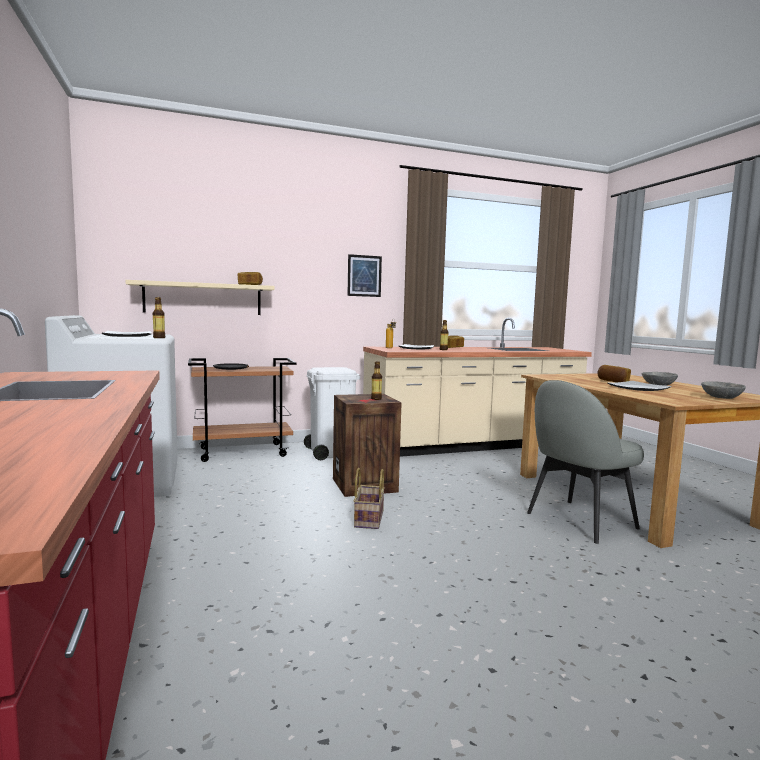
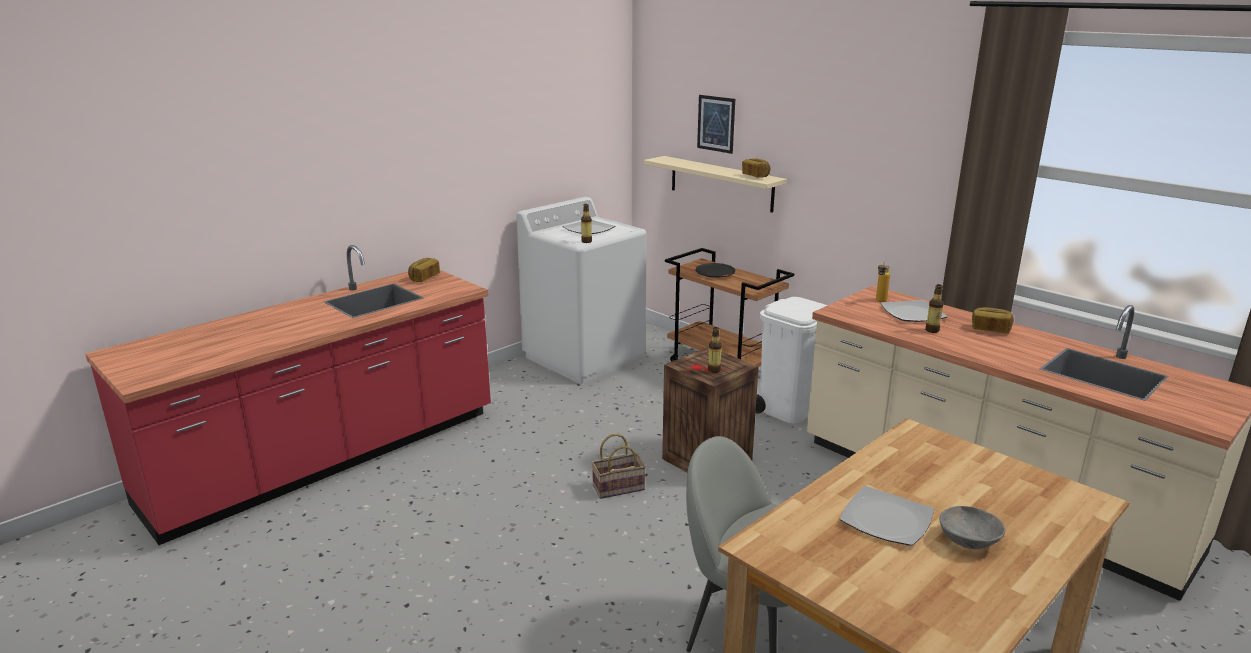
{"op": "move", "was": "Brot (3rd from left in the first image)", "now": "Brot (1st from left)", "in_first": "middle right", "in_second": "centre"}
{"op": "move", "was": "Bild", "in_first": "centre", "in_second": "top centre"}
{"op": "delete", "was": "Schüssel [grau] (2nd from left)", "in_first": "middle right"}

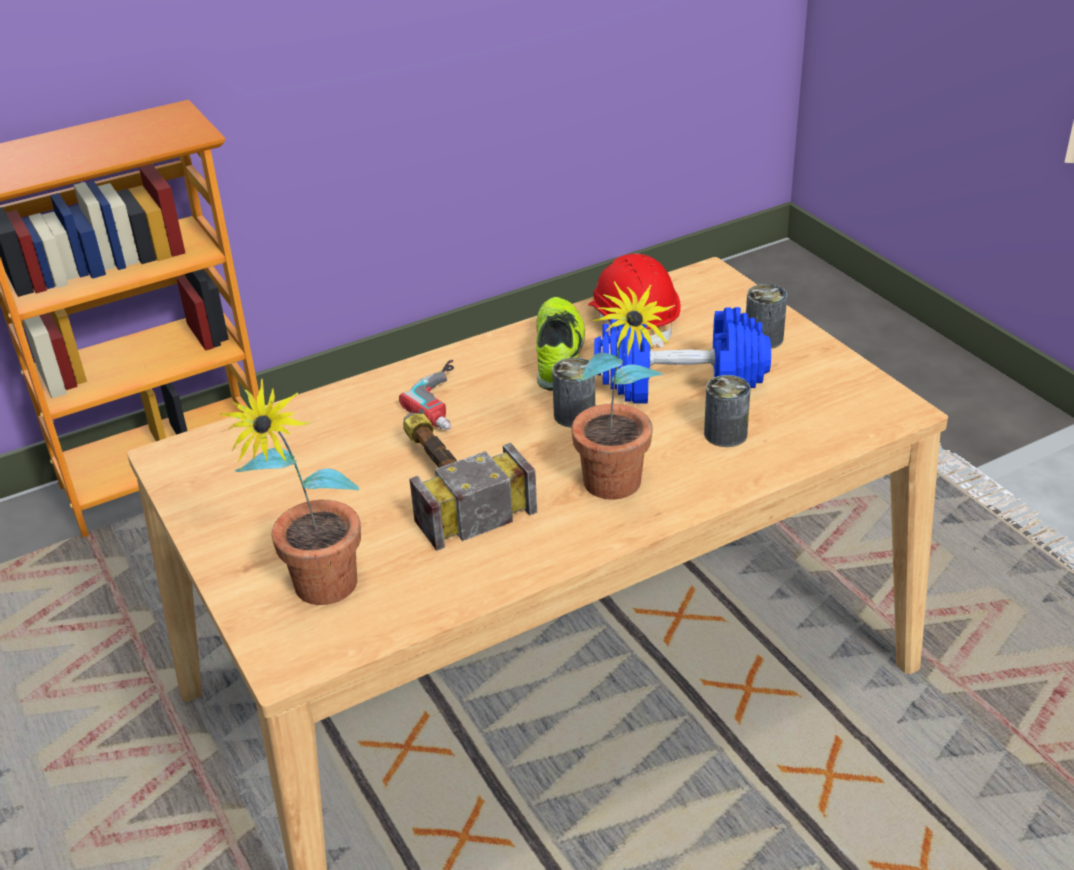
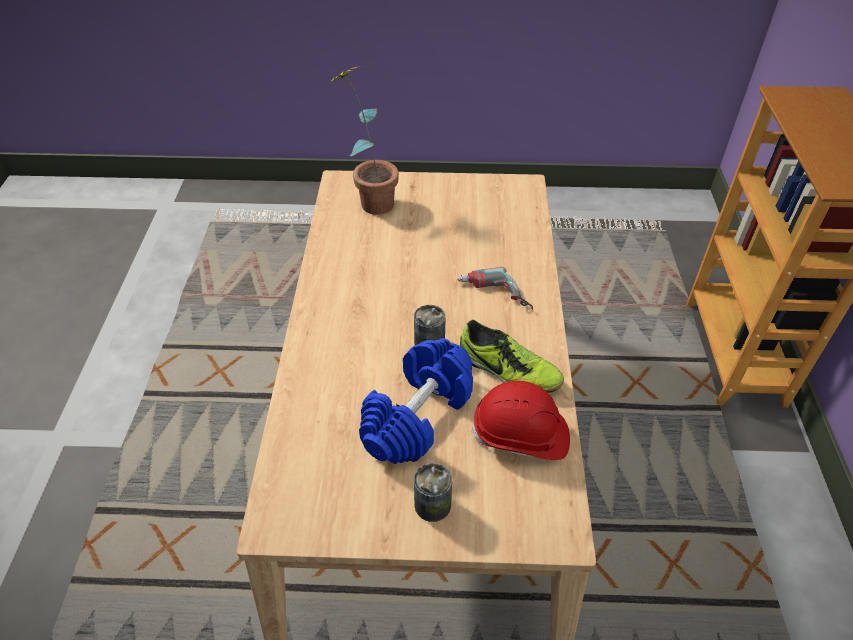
{"op": "delete", "was": "Hammer", "in_first": "centre"}
{"op": "delete", "was": "Topfpflanze (2nd from left)", "in_first": "centre"}
{"op": "delete", "was": "Dose (2nd from left)", "in_first": "middle right"}

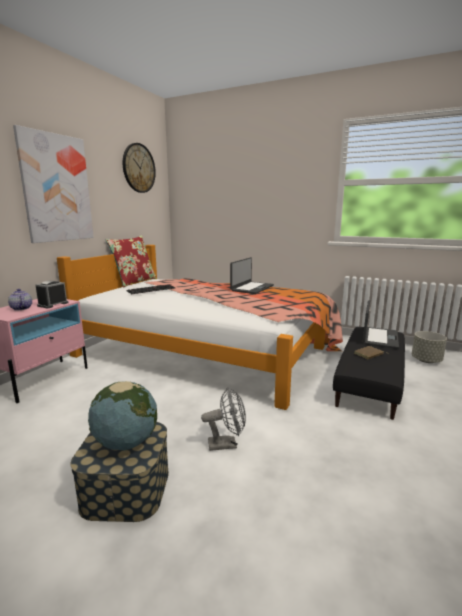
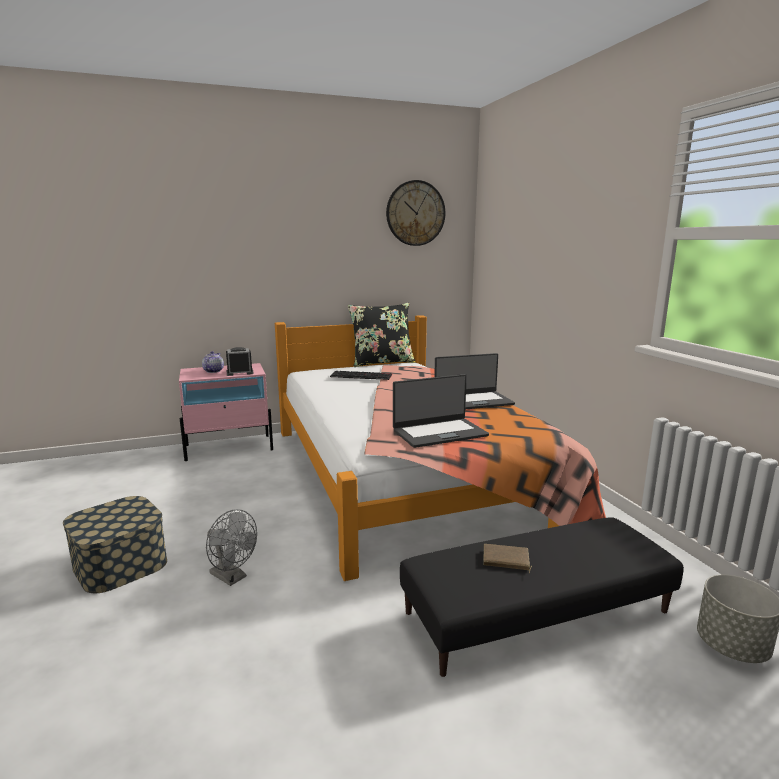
{"op": "recolor", "was": "Kissen [rot]", "now": "Kissen [schwarz]", "in_first": "middle left", "in_second": "centre"}
{"op": "move", "was": "Laptop (2nd from left in the first image)", "now": "Laptop (1st from left)", "in_first": "middle right", "in_second": "centre"}
{"op": "delete", "was": "Bild", "in_first": "top left"}
{"op": "delete", "was": "Globus", "in_first": "bottom left"}

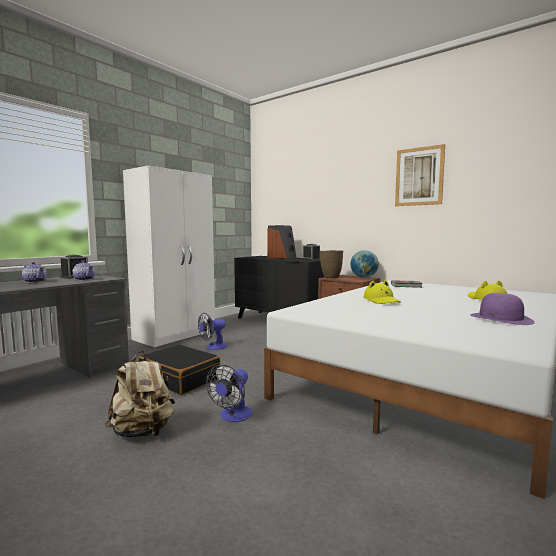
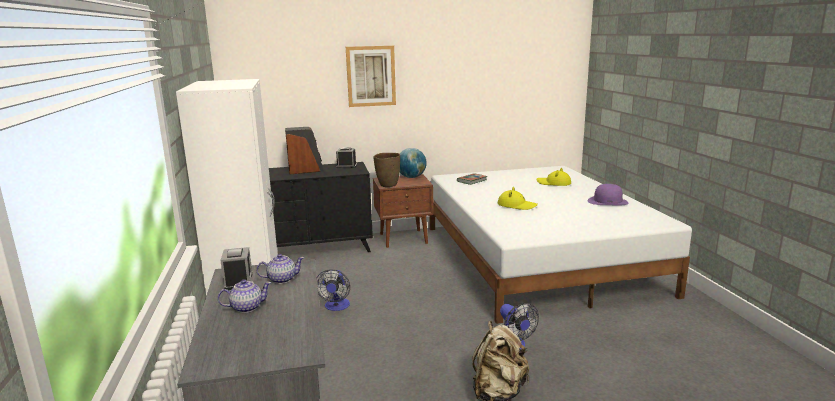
{"op": "move", "was": "Bild", "in_first": "top right", "in_second": "top centre"}
{"op": "delete", "was": "Koffer [schwarz]", "in_first": "middle left"}

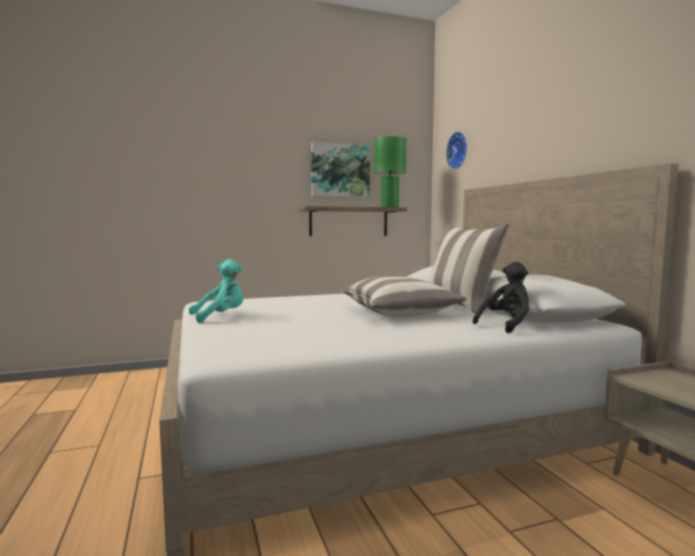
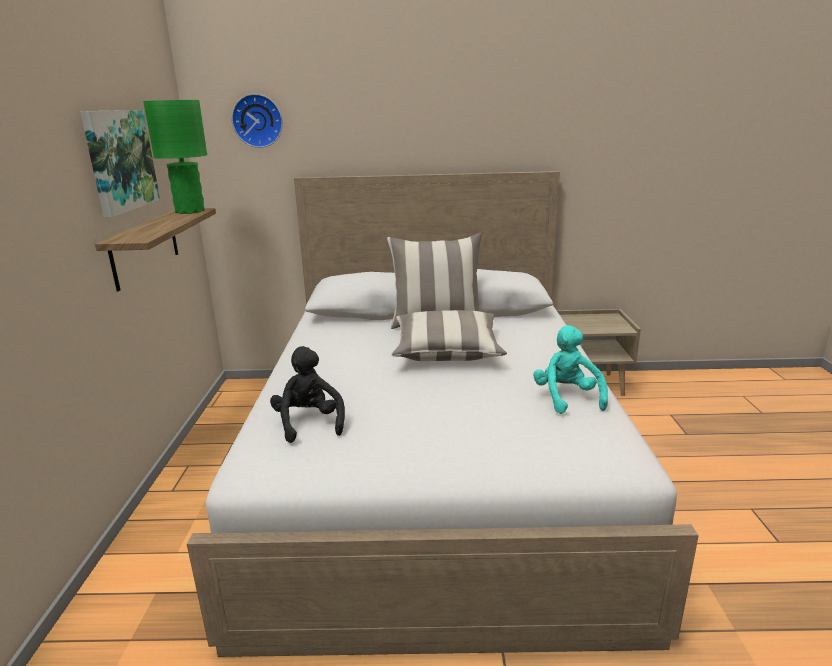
{"op": "move", "was": "Plüschtier [schwarz]", "in_first": "middle right", "in_second": "centre"}
{"op": "move", "was": "Plüschtier [türkis]", "in_first": "middle left", "in_second": "middle right"}

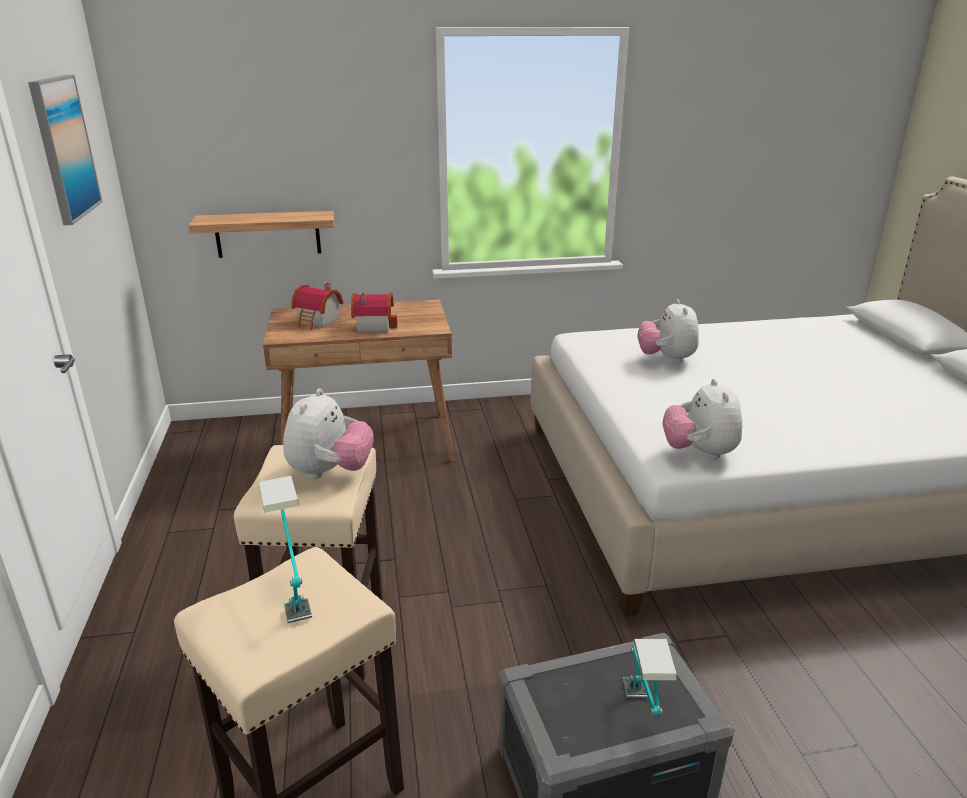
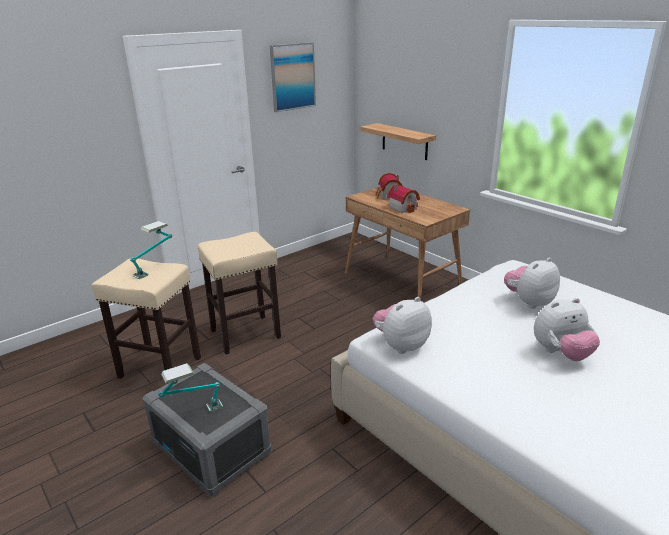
{"op": "move", "was": "Plüschtier (1st from left in the first image)", "now": "Plüschtier (3rd from left)", "in_first": "centre", "in_second": "middle right"}

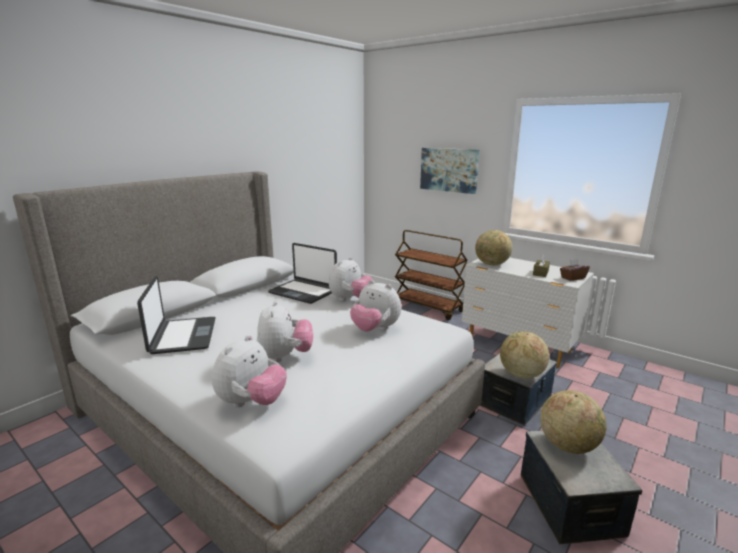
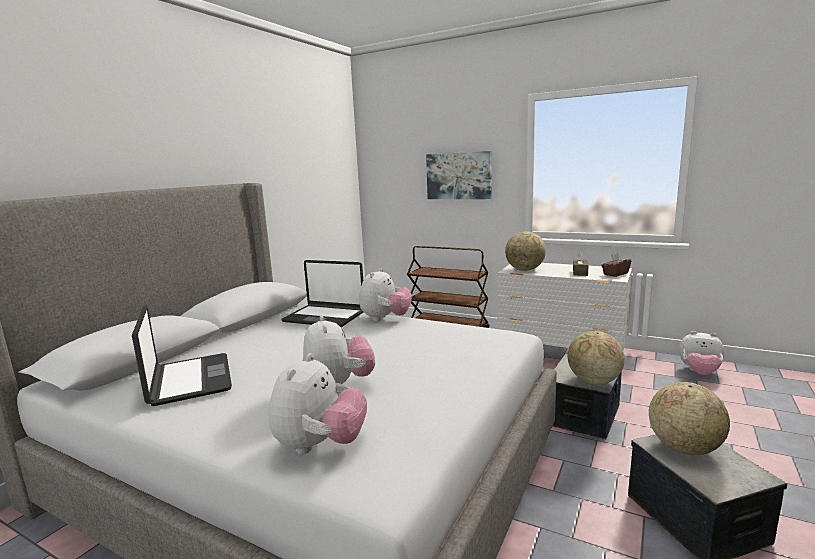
{"op": "move", "was": "Plüschtier (4th from left)", "in_first": "centre", "in_second": "middle right"}

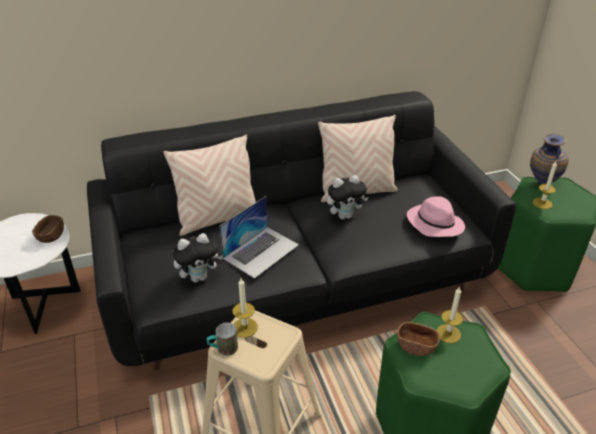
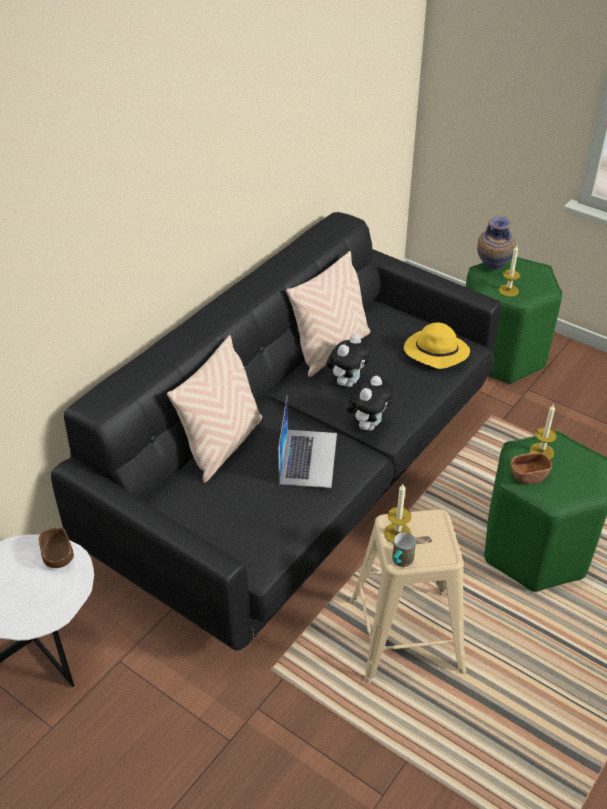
{"op": "move", "was": "Plüschtier (1st from left in the first image)", "now": "Plüschtier (2nd from left)", "in_first": "middle left", "in_second": "centre"}
{"op": "recolor", "was": "Hut [rosa]", "now": "Hut [gelb]", "in_first": "middle right", "in_second": "middle right"}

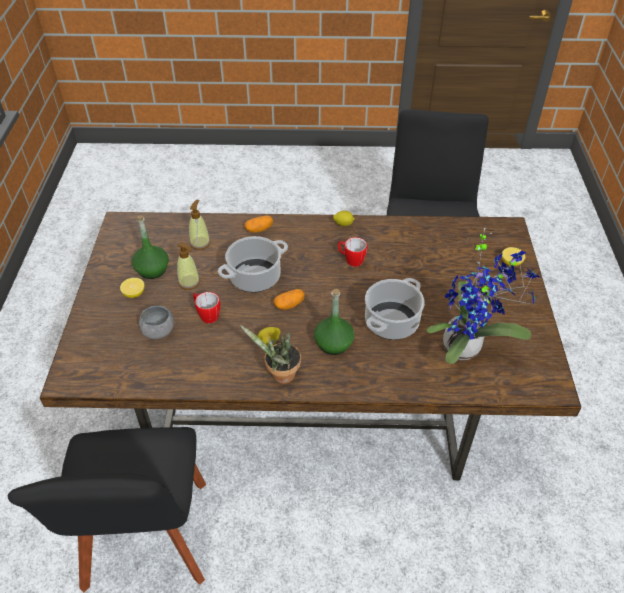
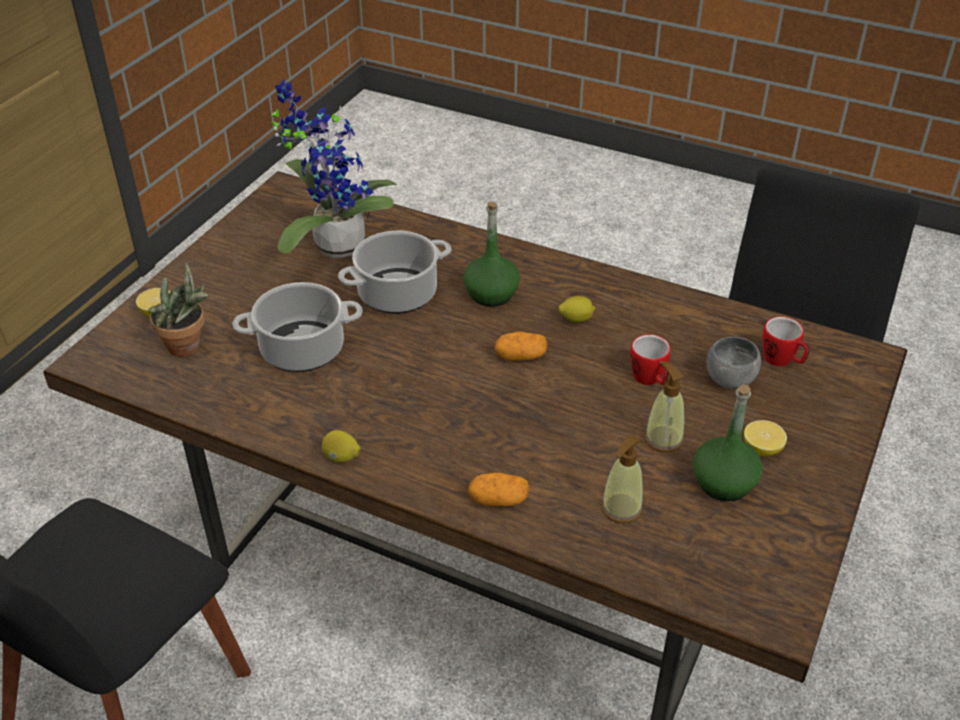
{"op": "move", "was": "Topfpflanze (1st from left)", "in_first": "centre", "in_second": "middle left"}
{"op": "move", "was": "Kochtopf (1st from left)", "in_first": "centre", "in_second": "middle left"}
{"op": "move", "was": "Henkelbecher (2nd from left)", "in_first": "centre", "in_second": "middle right"}

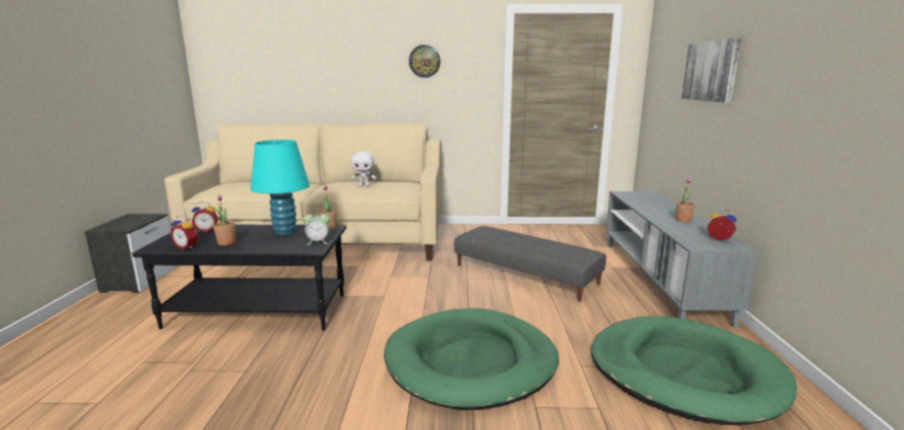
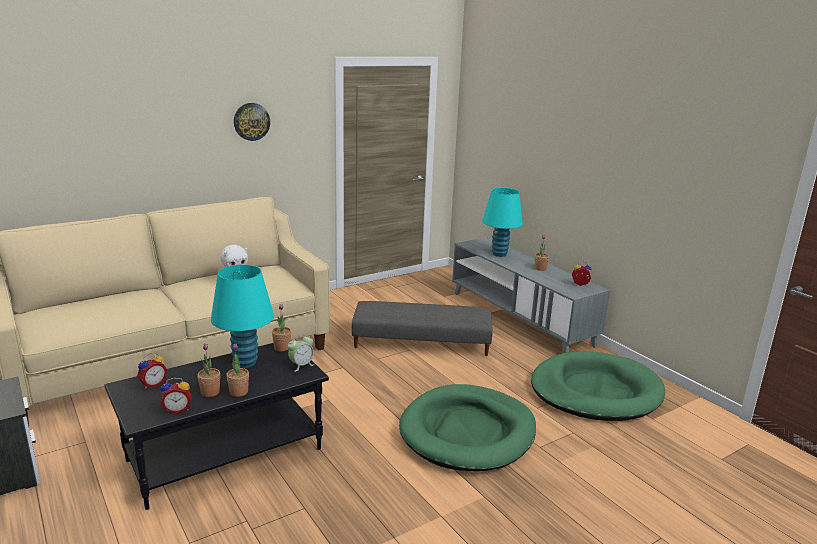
{"op": "insert", "now": "Topfpflanze (2nd from left)", "in_second": "bottom left"}
{"op": "insert", "now": "Tischlampe [türkis] (2nd from left)", "in_second": "centre"}
{"op": "delete", "was": "Bild", "in_first": "top right"}

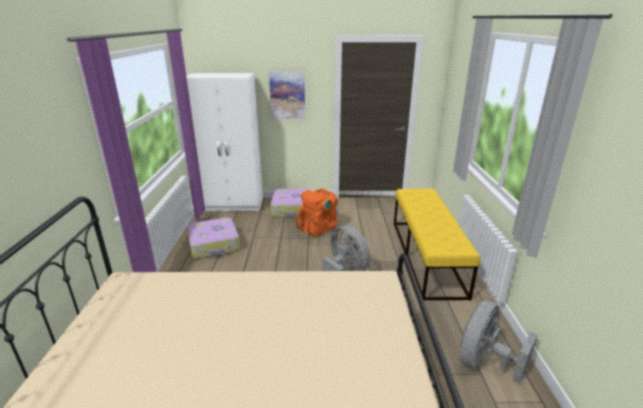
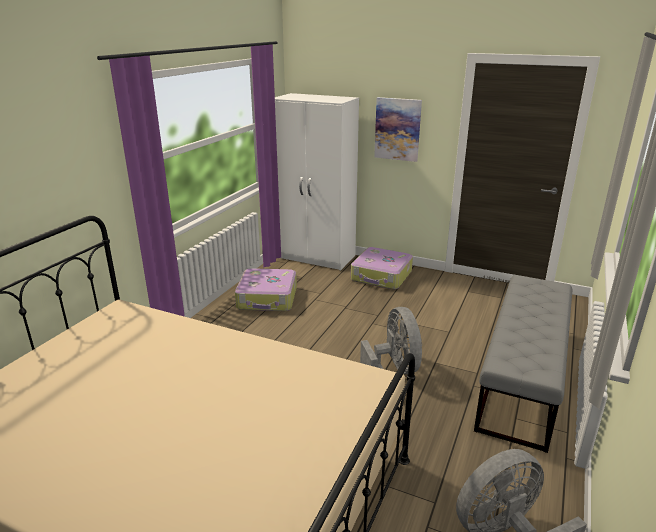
{"op": "recolor", "was": "Bank [gelb]", "now": "Bank [grau]", "in_first": "middle right", "in_second": "bottom right"}
{"op": "delete", "was": "Rucksack [orange]", "in_first": "centre"}

